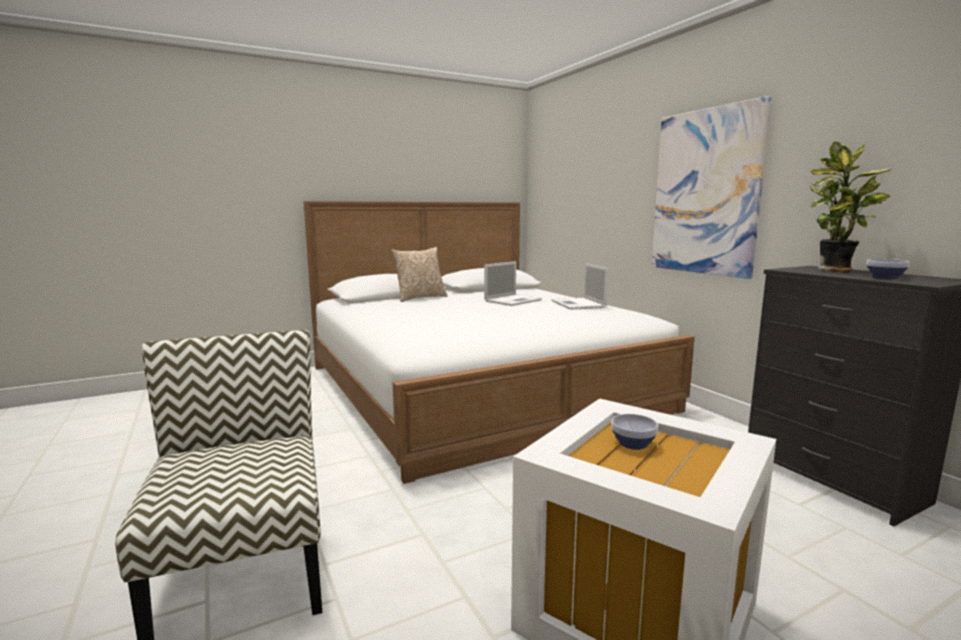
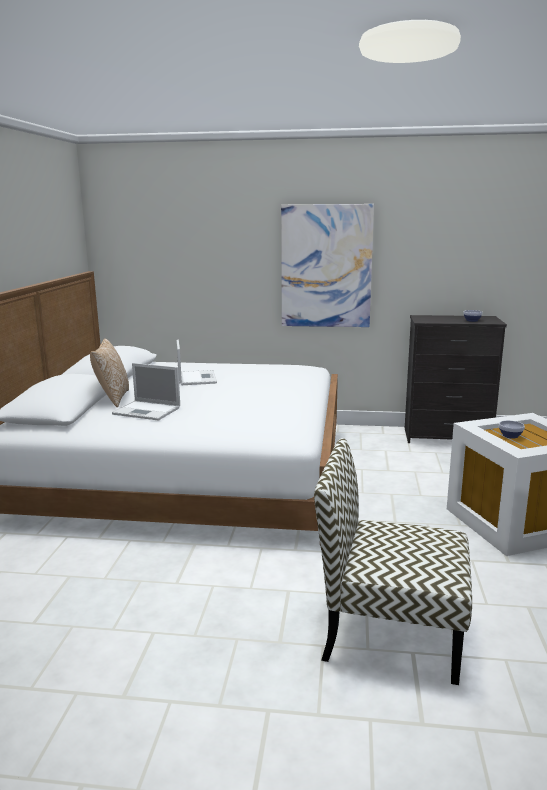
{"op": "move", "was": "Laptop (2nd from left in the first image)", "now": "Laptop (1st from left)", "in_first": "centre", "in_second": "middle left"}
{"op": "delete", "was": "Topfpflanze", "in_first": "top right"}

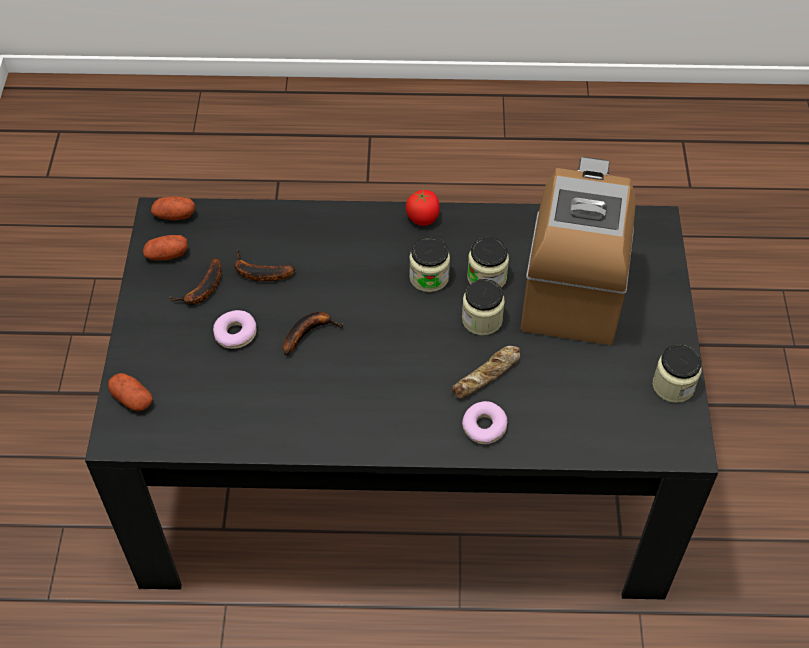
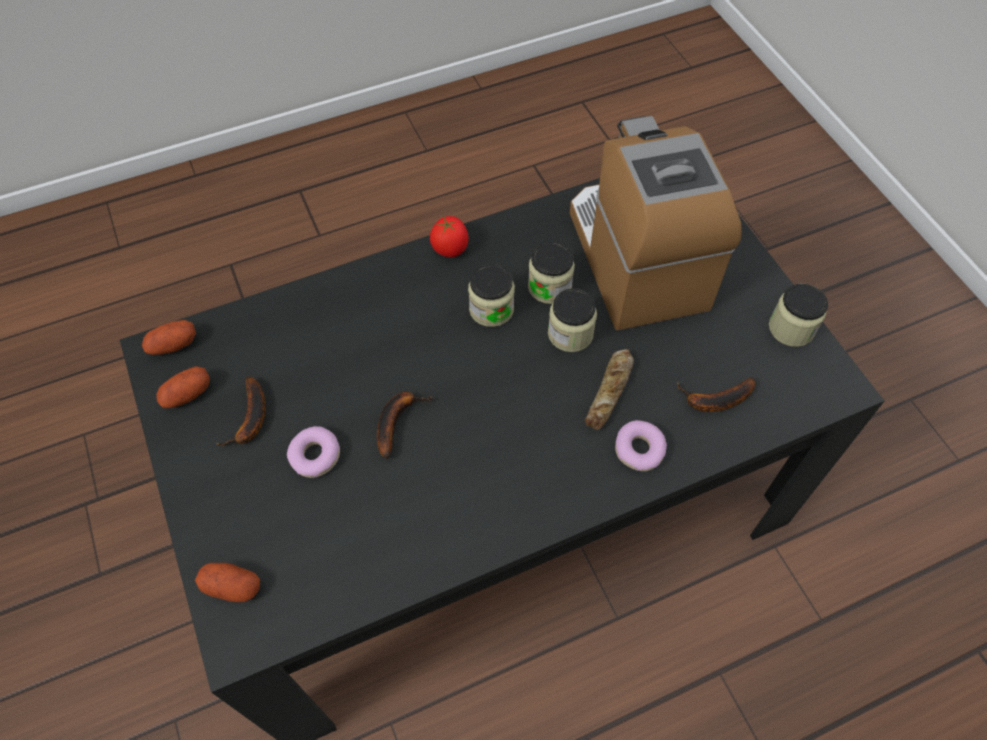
{"op": "move", "was": "Banane (2nd from left in the first image)", "now": "Banane (3rd from left)", "in_first": "middle left", "in_second": "middle right"}

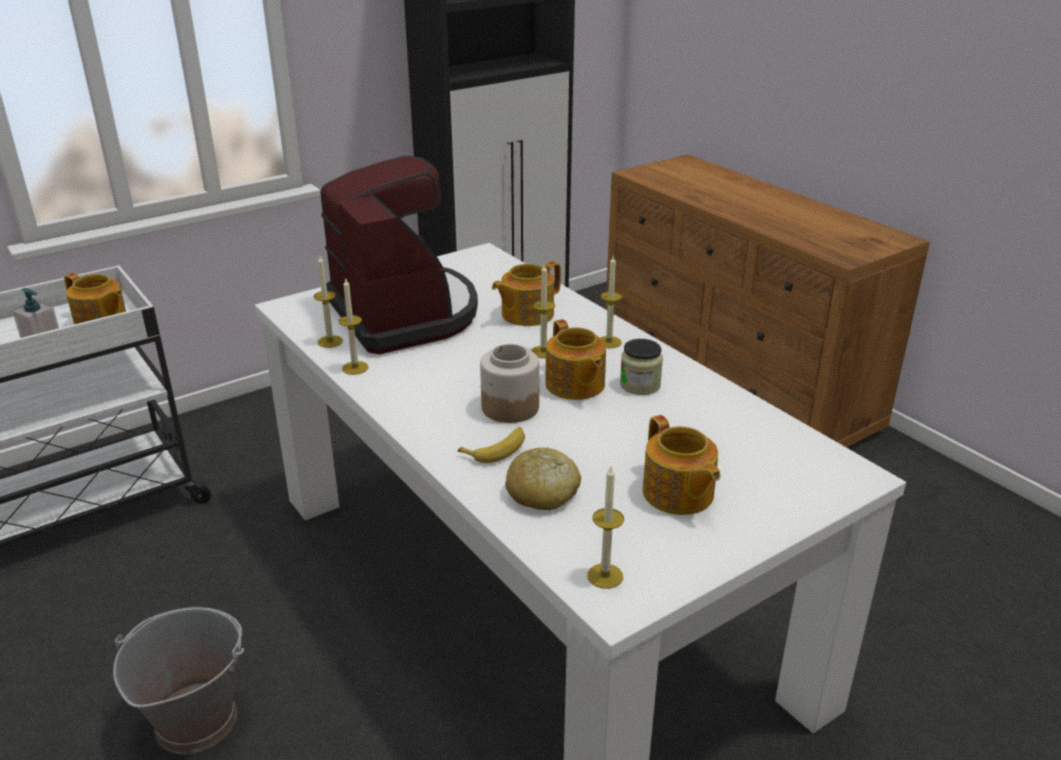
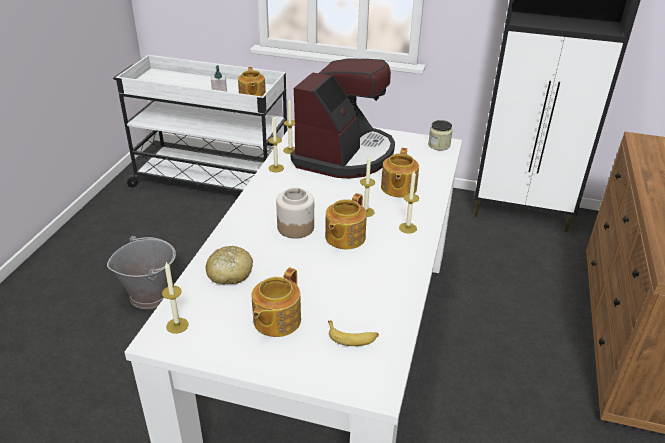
{"op": "move", "was": "Banane", "in_first": "centre", "in_second": "bottom centre"}
{"op": "rotate", "was": "Teekanne (2nd from left in the first image)", "in_first": "centre", "in_second": "centre", "clockwise": -90}
{"op": "move", "was": "Vorratsglas (2nd from left)", "in_first": "centre", "in_second": "top centre"}

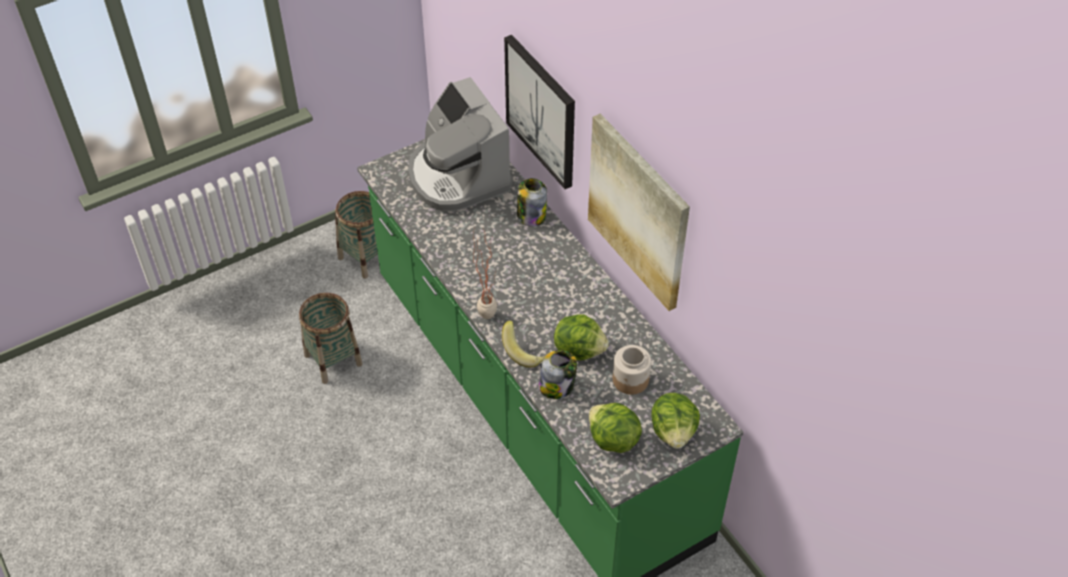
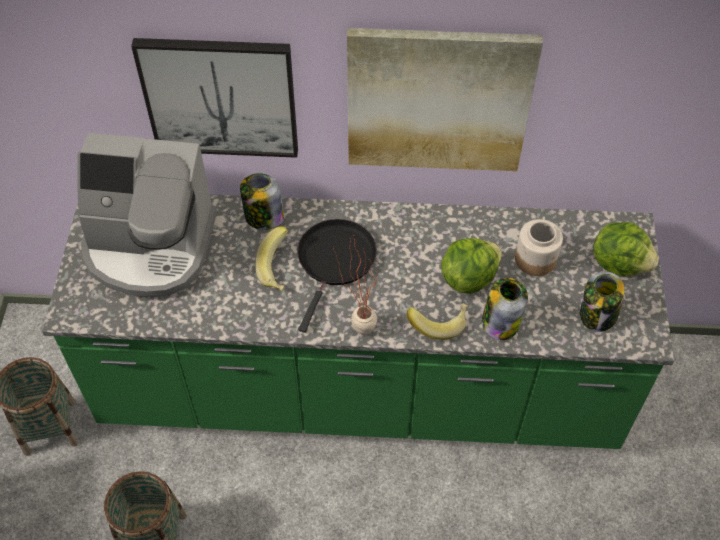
{"op": "insert", "now": "Banane (1st from left)", "in_second": "centre"}
{"op": "insert", "now": "Pfanne [schwarz]", "in_second": "centre"}
{"op": "replace", "was": "Salatkopf (2nd from left)", "now": "Vorratsglas (4th from left)", "in_first": "bottom centre", "in_second": "middle right"}

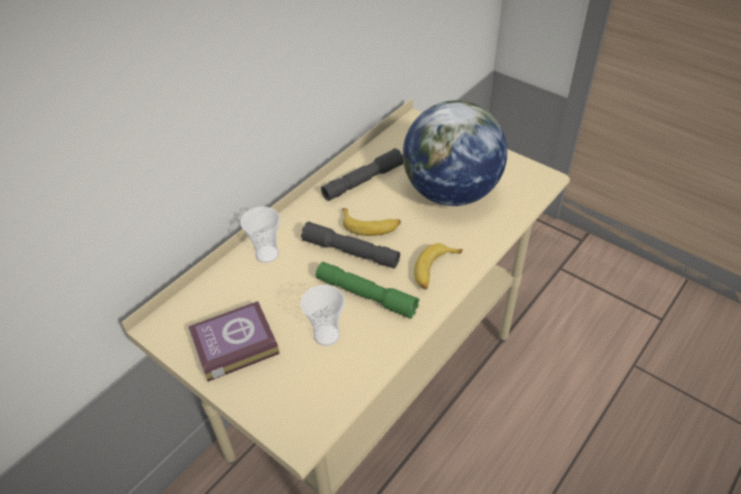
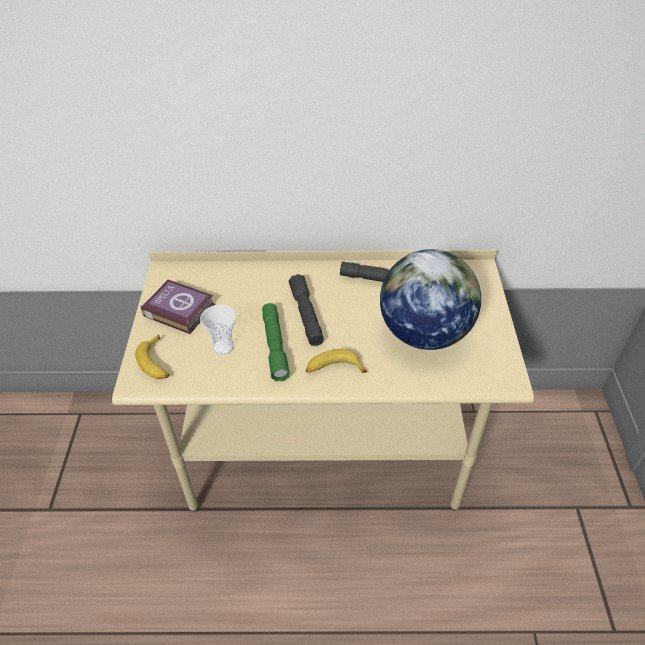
{"op": "move", "was": "Banane (1st from left)", "in_first": "centre", "in_second": "middle left"}
{"op": "delete", "was": "Tasse (1st from left)", "in_first": "centre"}

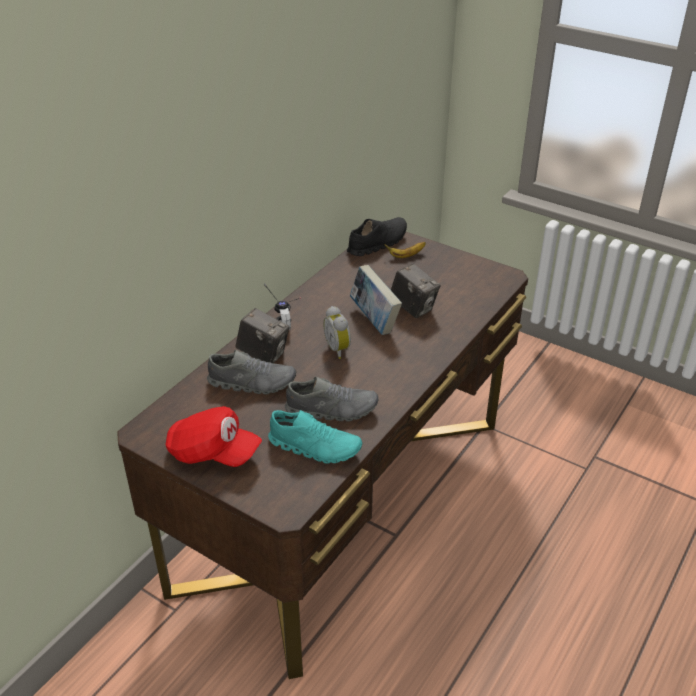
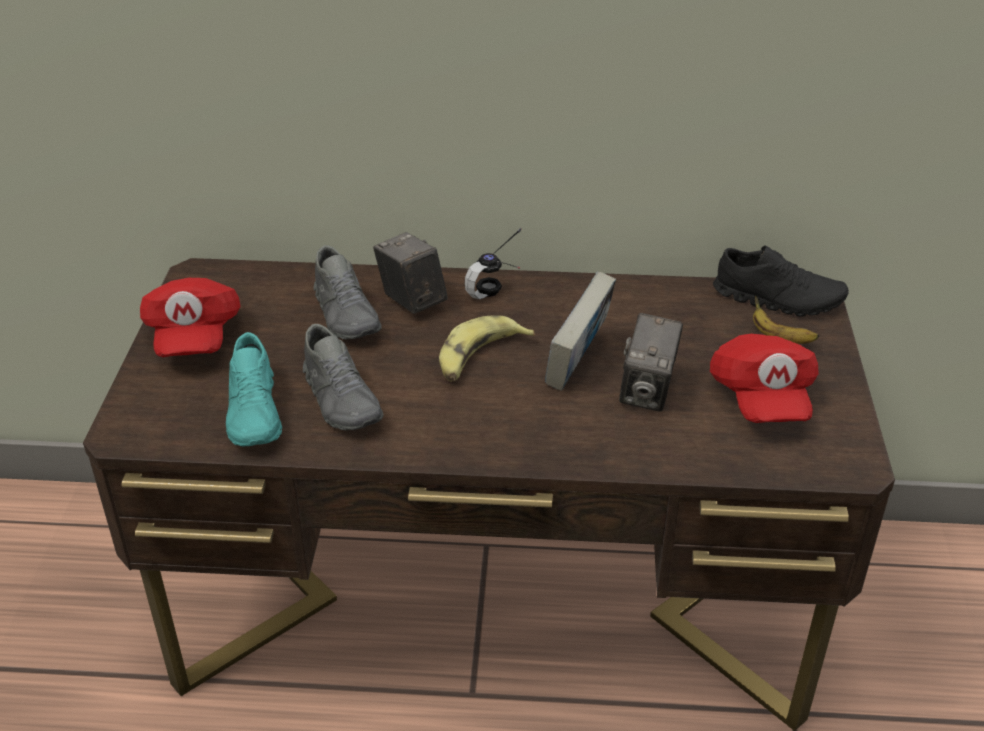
{"op": "rotate", "was": "Kamera (1st from left)", "in_first": "centre", "in_second": "centre", "clockwise": 150}
{"op": "replace", "was": "Wecker", "now": "Banane (1st from left)", "in_first": "centre", "in_second": "centre"}
{"op": "insert", "now": "Kappe [rot] (2nd from left)", "in_second": "middle right"}

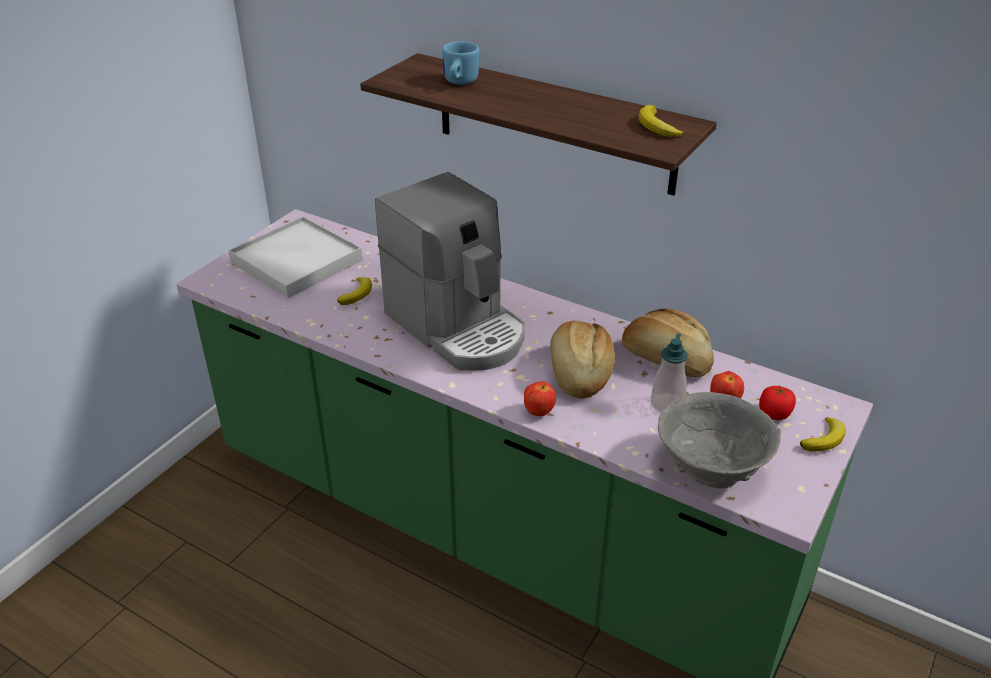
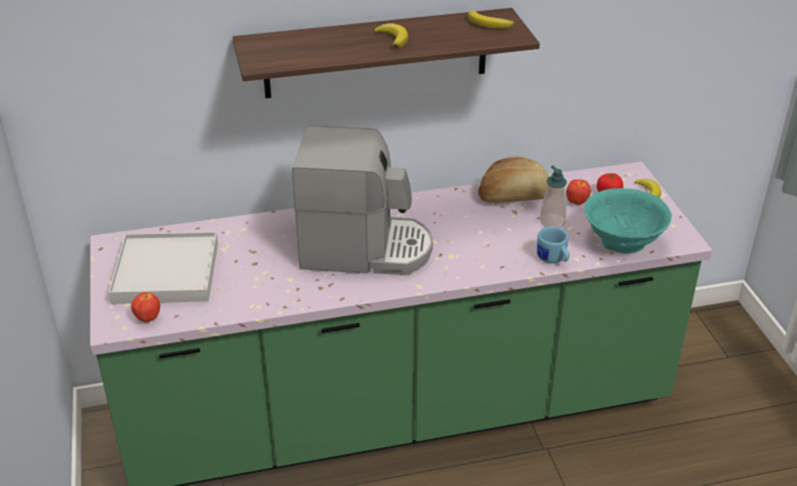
{"op": "move", "was": "Apfel (1st from left)", "in_first": "centre", "in_second": "middle left"}
{"op": "move", "was": "Banane (1st from left)", "in_first": "centre", "in_second": "top centre"}
{"op": "move", "was": "Henkelbecher [blau]", "in_first": "top centre", "in_second": "middle right"}
{"op": "recolor", "was": "Schüssel [grau]", "now": "Schüssel [türkis]", "in_first": "middle right", "in_second": "middle right"}
{"op": "delete", "was": "Brot (1st from left)", "in_first": "centre"}

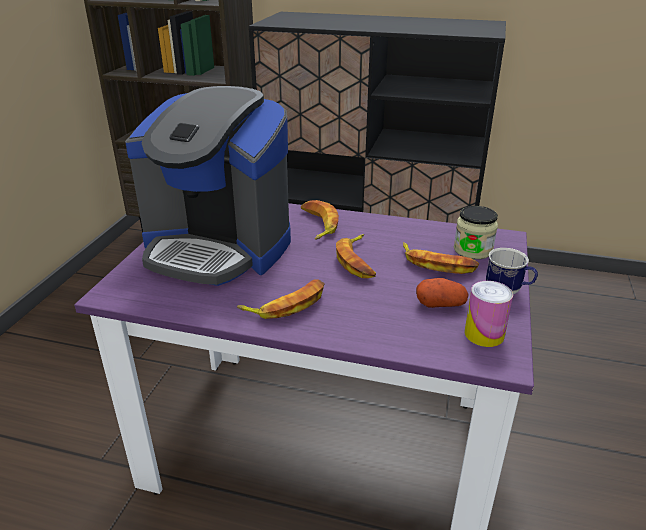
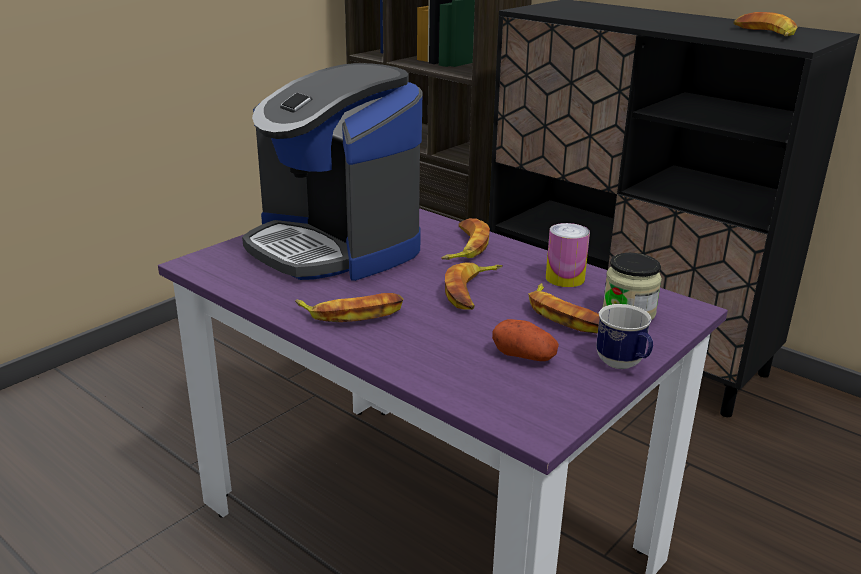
{"op": "move", "was": "Dose", "in_first": "middle right", "in_second": "centre"}
{"op": "insert", "now": "Banane (5th from left)", "in_second": "top right"}

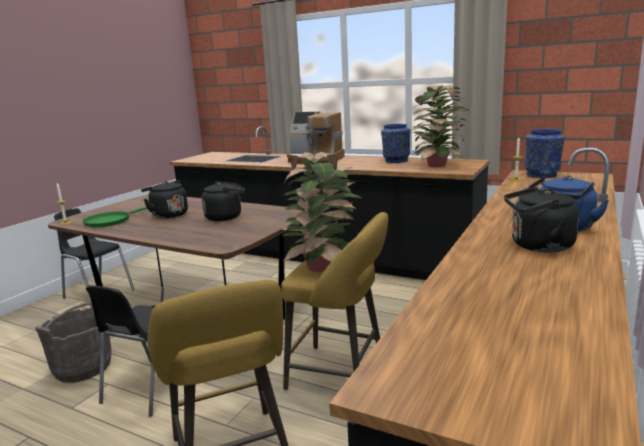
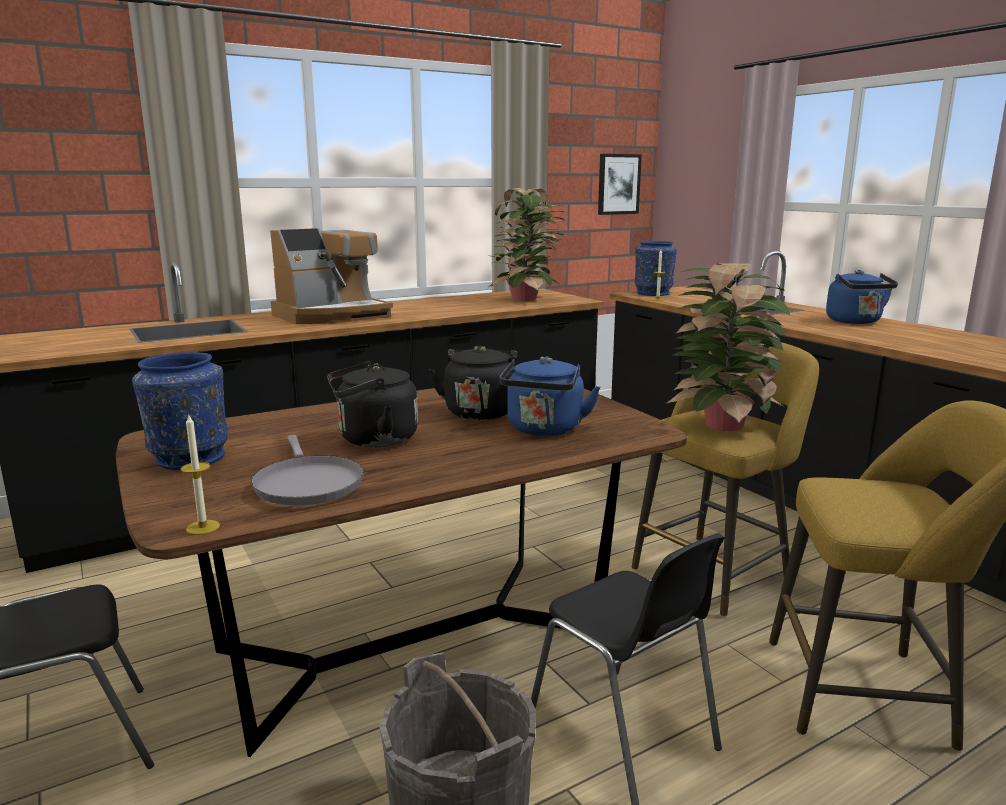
{"op": "move", "was": "Vase [blau] (1st from left)", "in_first": "top centre", "in_second": "middle left"}
{"op": "recolor", "was": "Pfanne [grün]", "now": "Pfanne [grau]", "in_first": "middle left", "in_second": "middle left"}
{"op": "insert", "now": "Wasserkessel [blau] (1st from left)", "in_second": "centre"}
{"op": "insert", "now": "Bild", "in_second": "top centre"}
{"op": "delete", "was": "Wasserkessel [schwarz] (3rd from left)", "in_first": "middle right"}

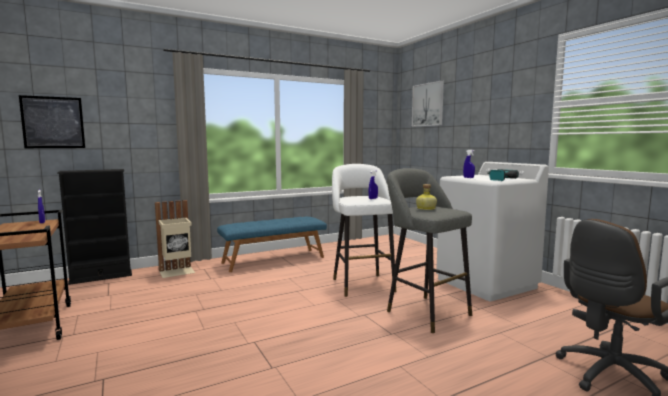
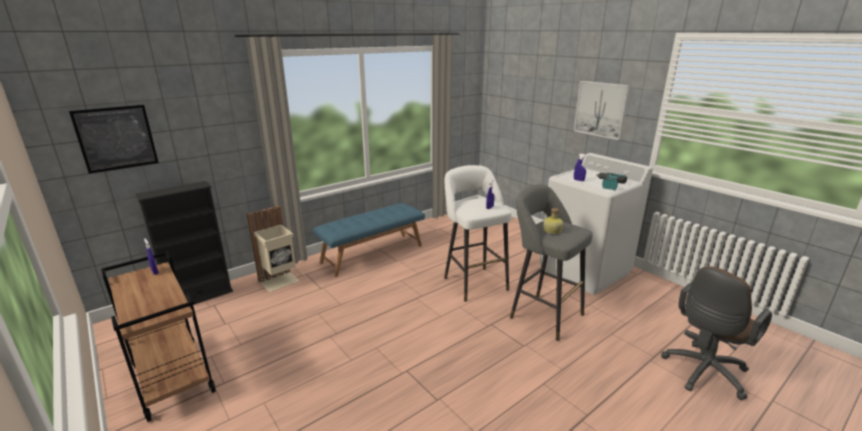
{"op": "move", "was": "Bild (2nd from left)", "in_first": "top centre", "in_second": "top right"}

